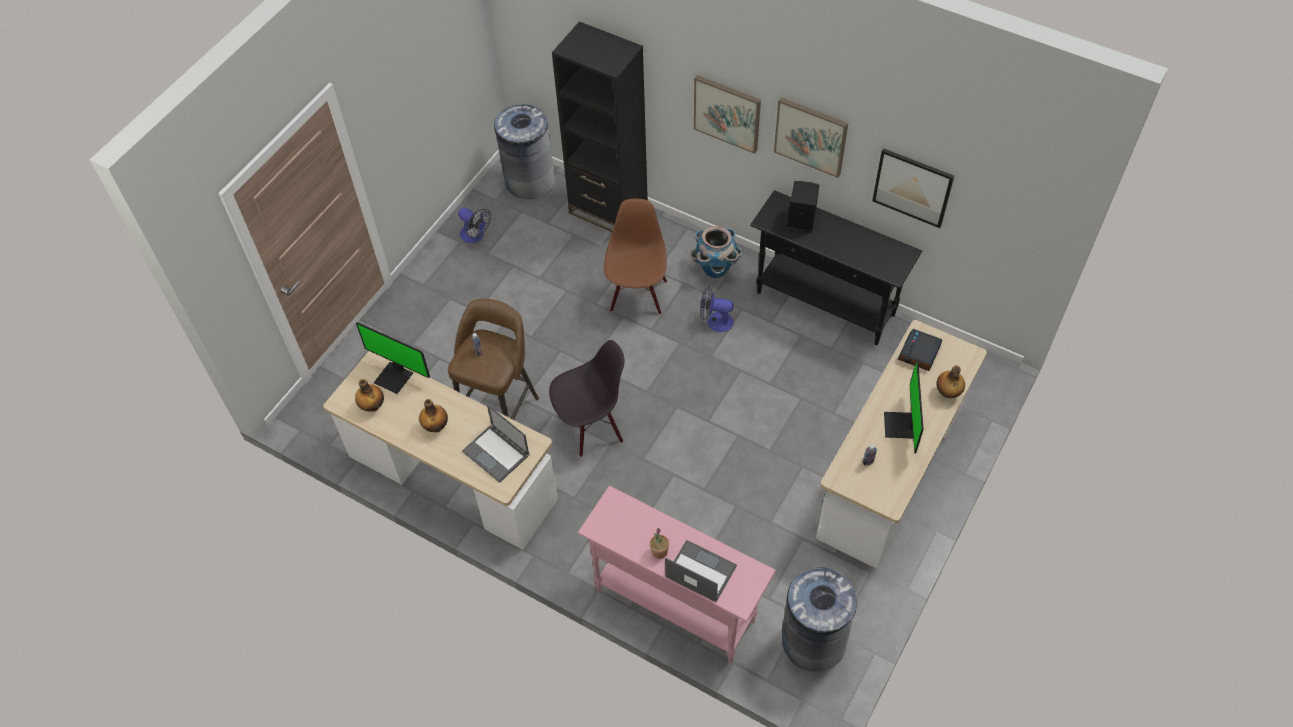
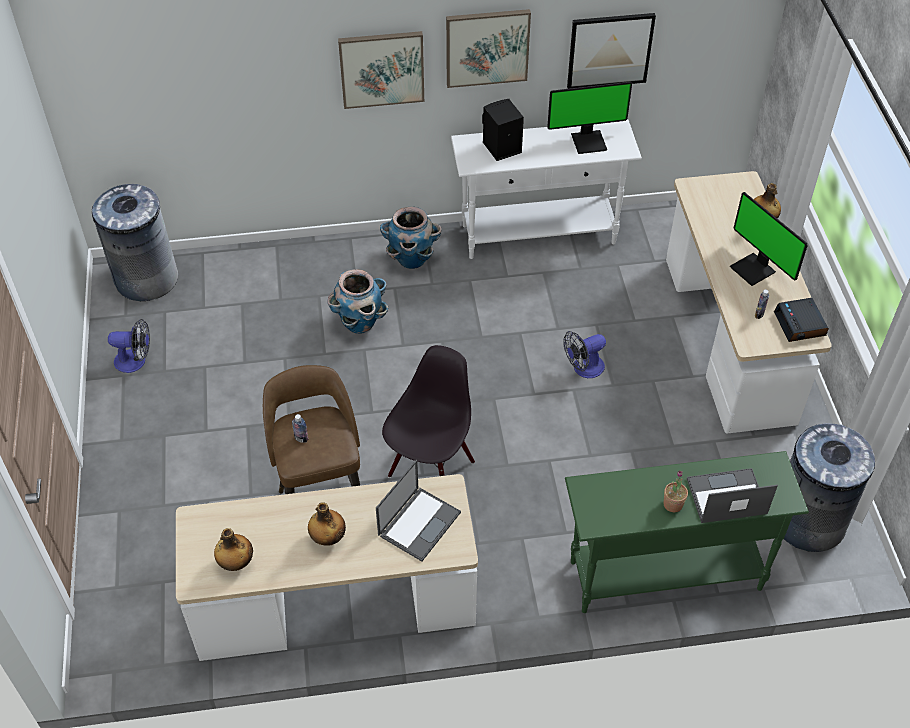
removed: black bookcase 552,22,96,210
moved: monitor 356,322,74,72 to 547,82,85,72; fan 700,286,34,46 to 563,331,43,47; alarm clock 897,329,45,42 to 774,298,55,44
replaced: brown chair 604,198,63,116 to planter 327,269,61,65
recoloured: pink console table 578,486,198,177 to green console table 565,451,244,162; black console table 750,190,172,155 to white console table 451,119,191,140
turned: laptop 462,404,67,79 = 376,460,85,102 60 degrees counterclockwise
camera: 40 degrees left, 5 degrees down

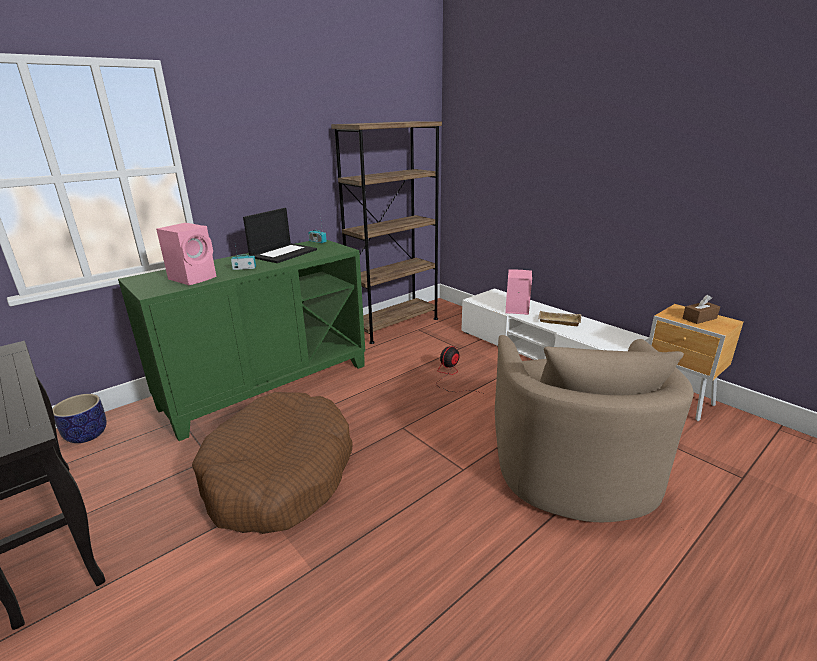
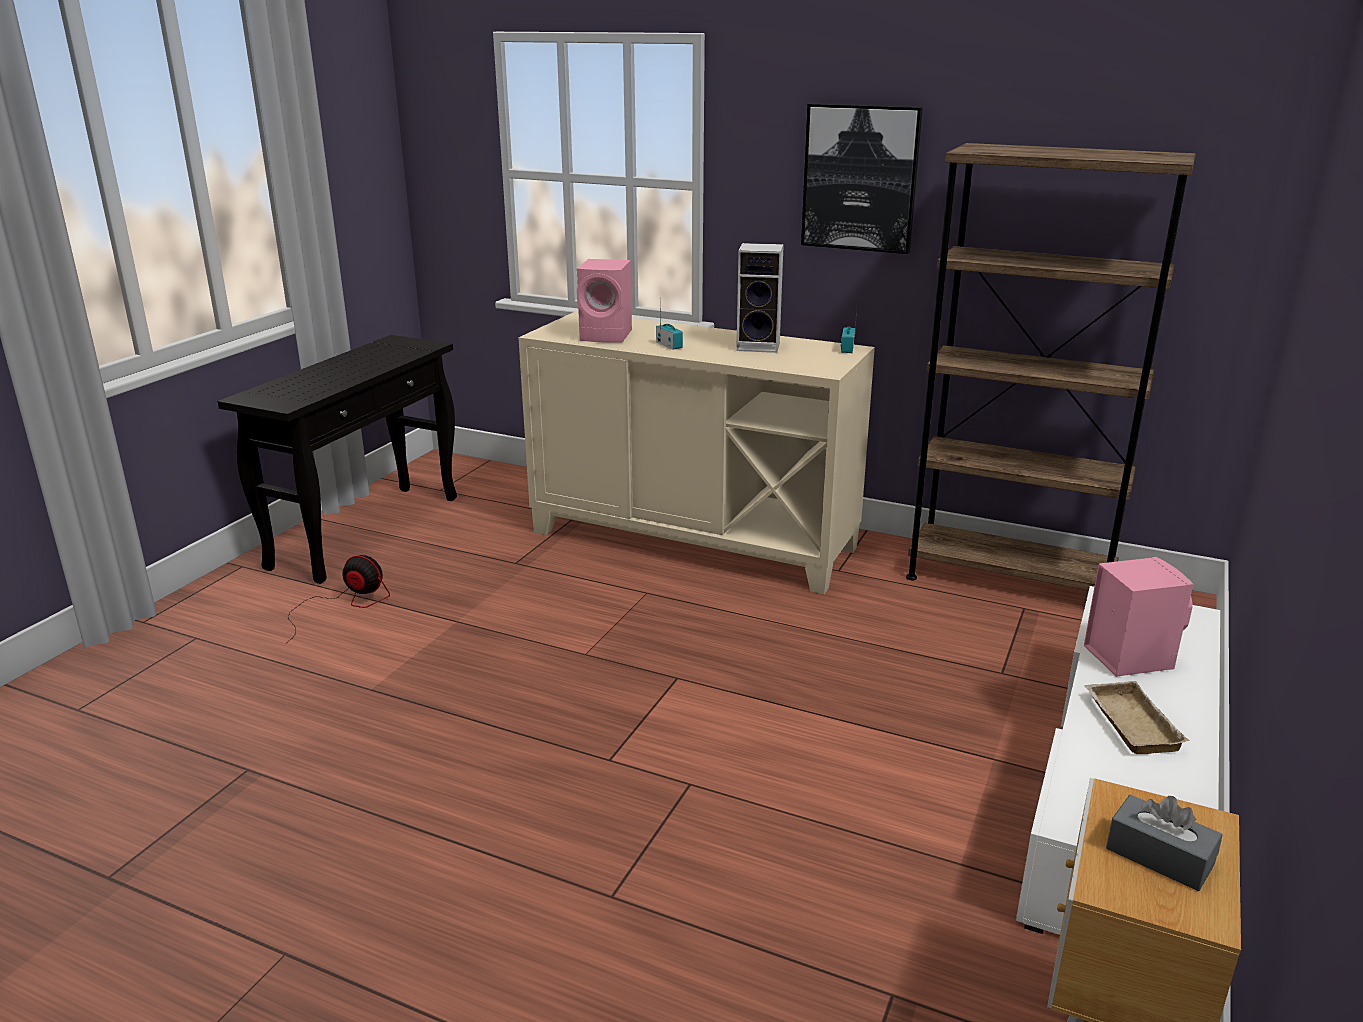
removed: planter 52,394,55,49; brown dog bed 192,392,161,142; beige armchair 495,335,199,187
added: picture 801,104,122,150
moved: fan 436,346,47,48 to 285,555,105,89
replaced: laptop 243,208,74,55 to speaker 736,243,48,110
recoloured: green cabinet 118,240,247,201 to beige cabinet 518,311,357,283; brown tissue box 683,295,37,29 to grey tissue box 1106,795,117,96
camera: 65 degrees right, 0 degrees up

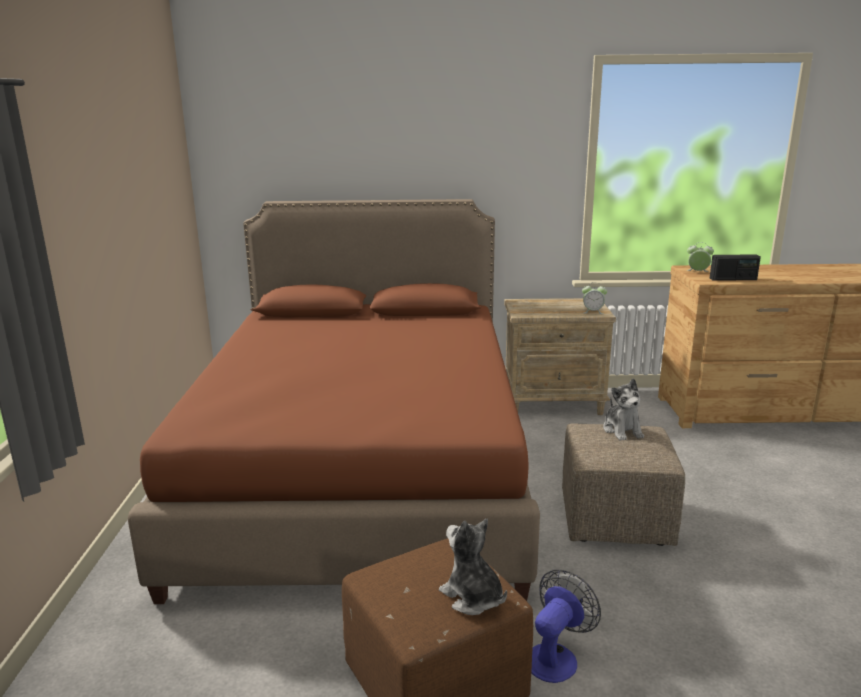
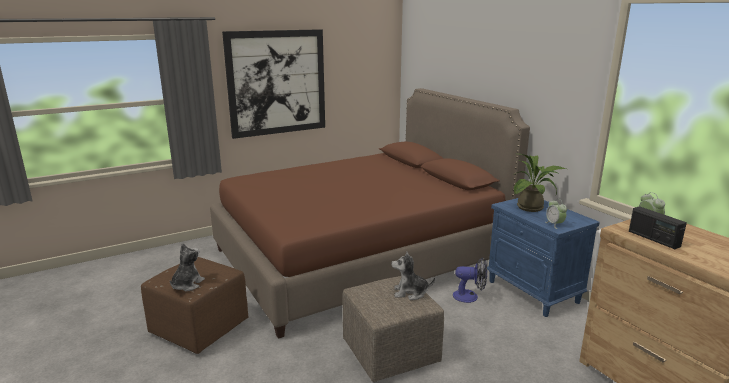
added: picture 222,29,103,110; potted plant 513,154,53,58
moved: fan 531,569,70,114 to 453,257,34,46
recoloured: beige nightstand 504,298,112,117 to blue nightstand 487,198,113,119
turned: plush toy 603,378,41,63 = 391,251,44,49 45 degrees clockwise
camera: 60 degrees right, 0 degrees up

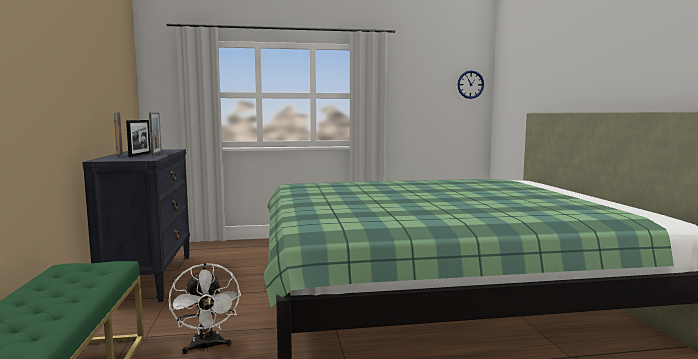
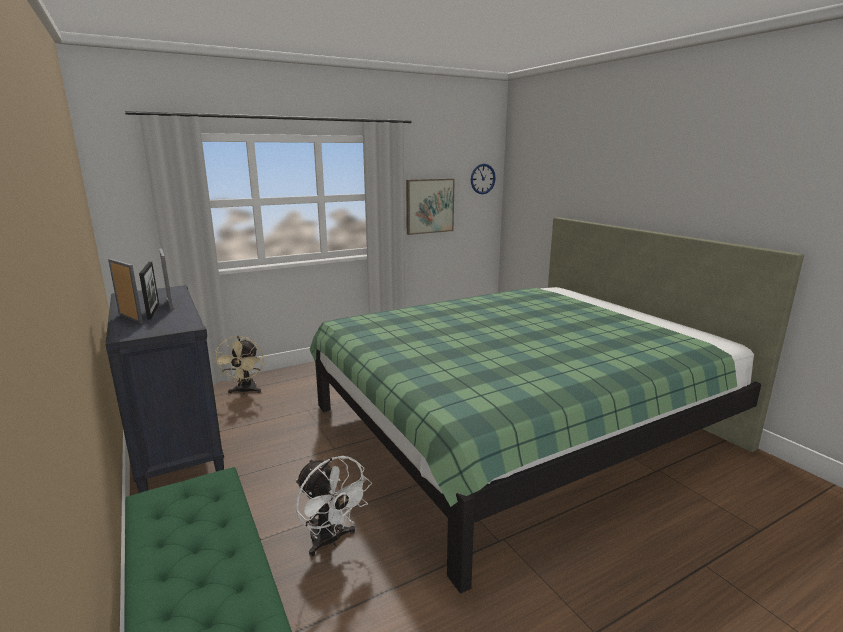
added: beige fan 213,336,51,58; picture 406,178,49,57
camera: 20 degrees left, 10 degrees up

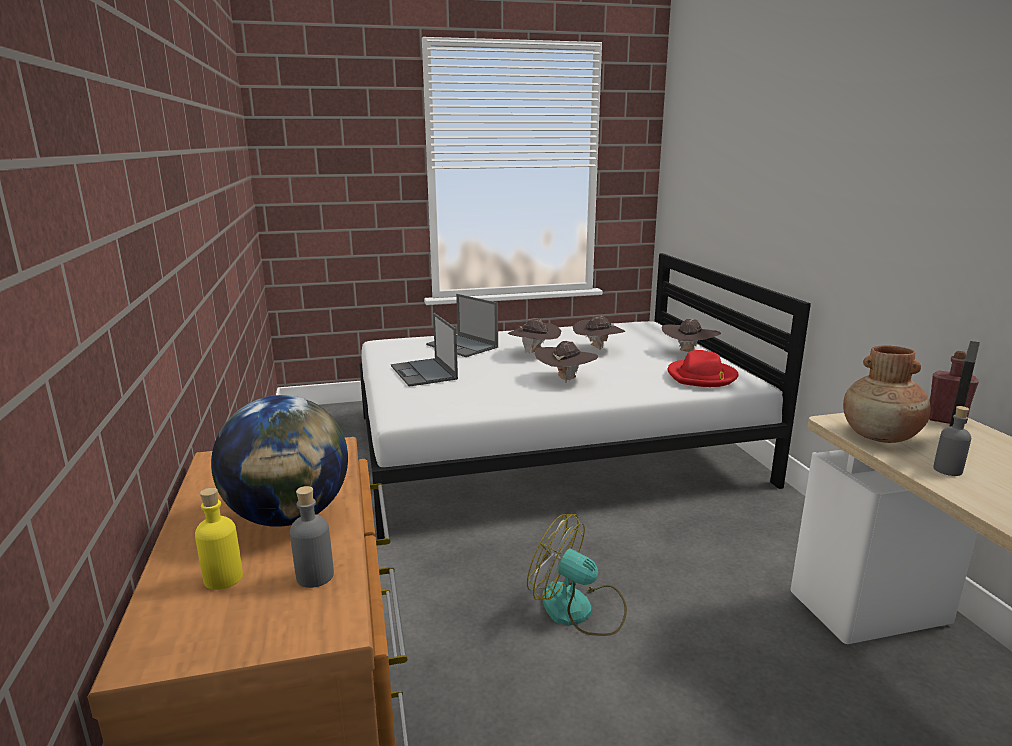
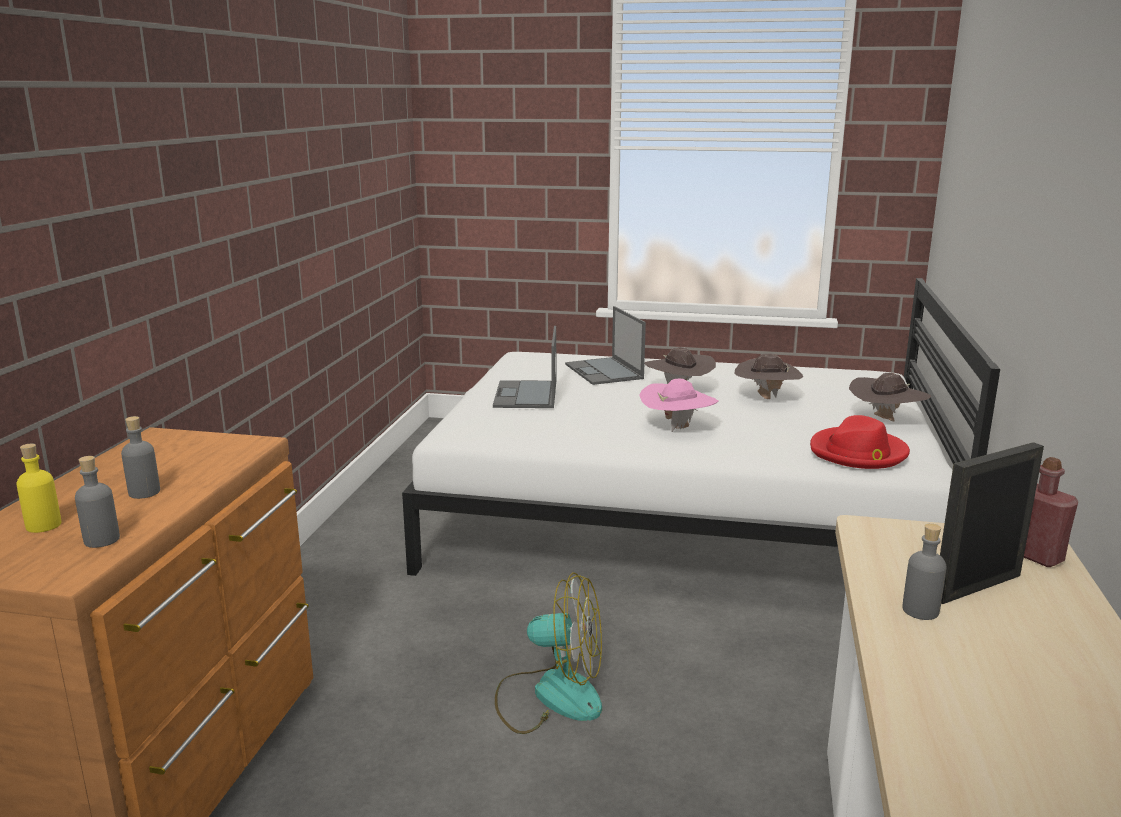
removed: brown vase 843,345,88,98
replaced: globe 211,395,137,132 to grey bottle 121,416,39,83
recoloured: brown hat 535,341,63,42 to pink hat 639,379,79,53
turned: fan 527,514,100,122 = 495,572,107,162 135 degrees clockwise
camera: 25 degrees right, 0 degrees up

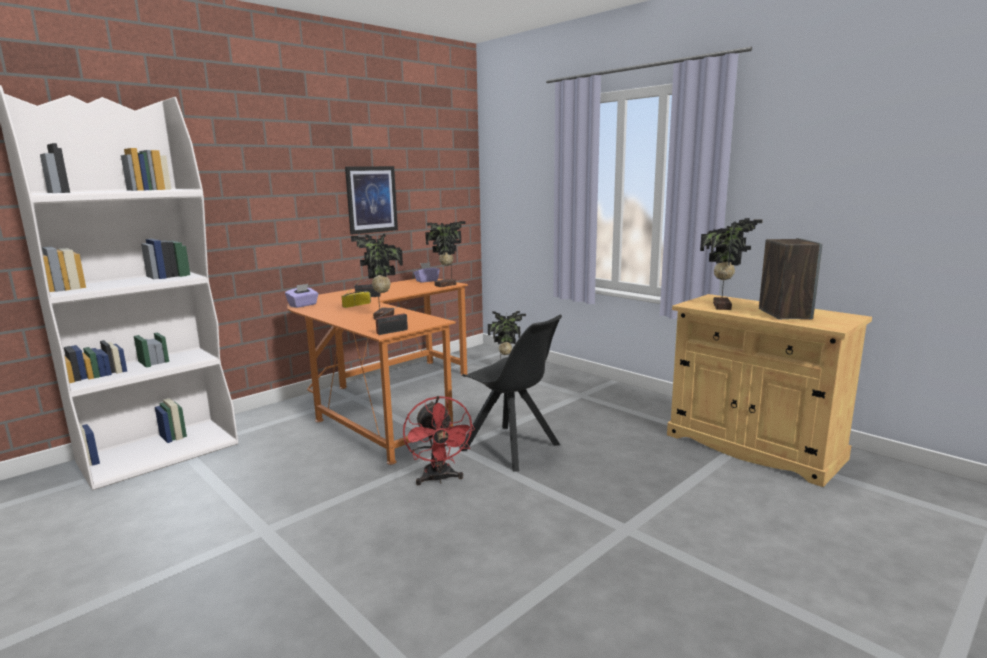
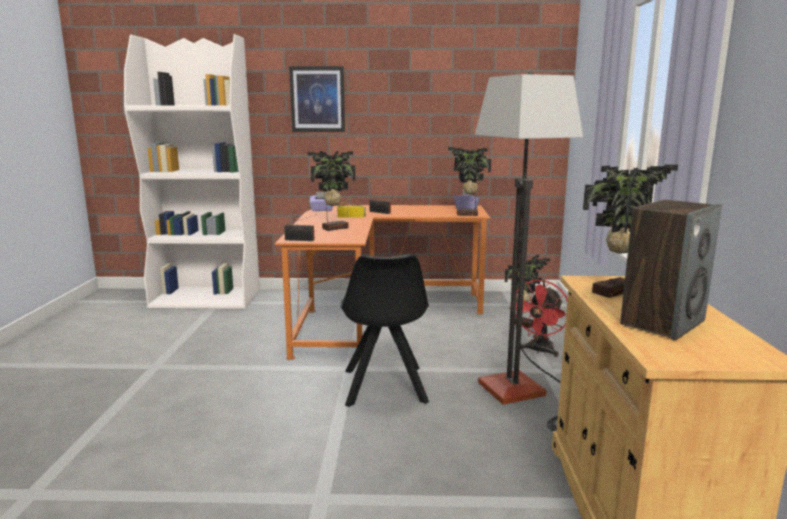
added: floor lamp 475,72,108,359
moved: picture 345,166,53,68 to 289,66,56,66; red fan 403,396,72,89 to 509,280,58,77
camera: 45 degrees right, 0 degrees up

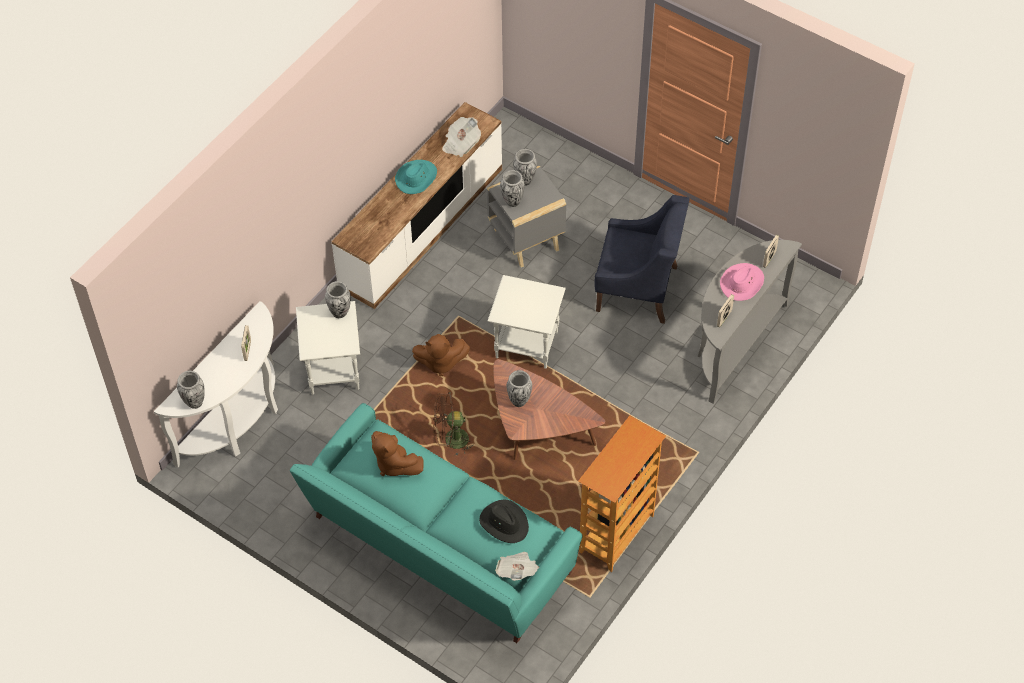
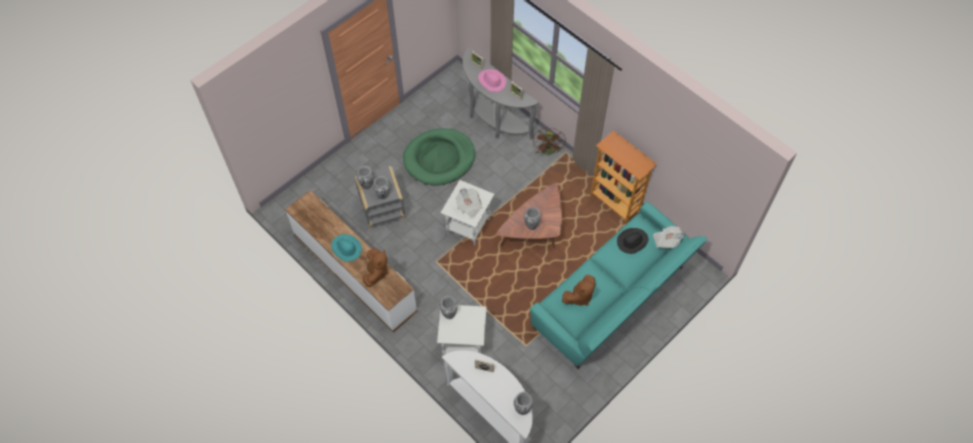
moved: brown plush toy 412,334,58,42 to 362,248,26,39; brown fan 433,392,40,64 to 533,128,33,27; newspaper 442,117,39,40 to 455,188,28,30
replaced: blue armchair 594,195,95,129 to green dog bed 403,128,72,58
camera: 80 degrees left, 5 degrees up

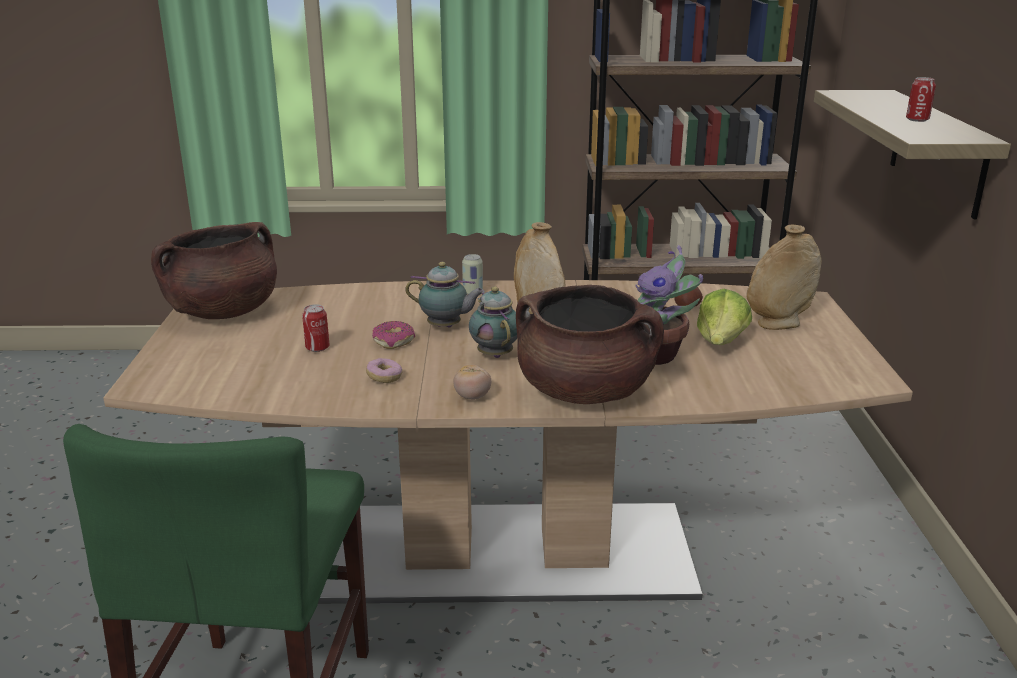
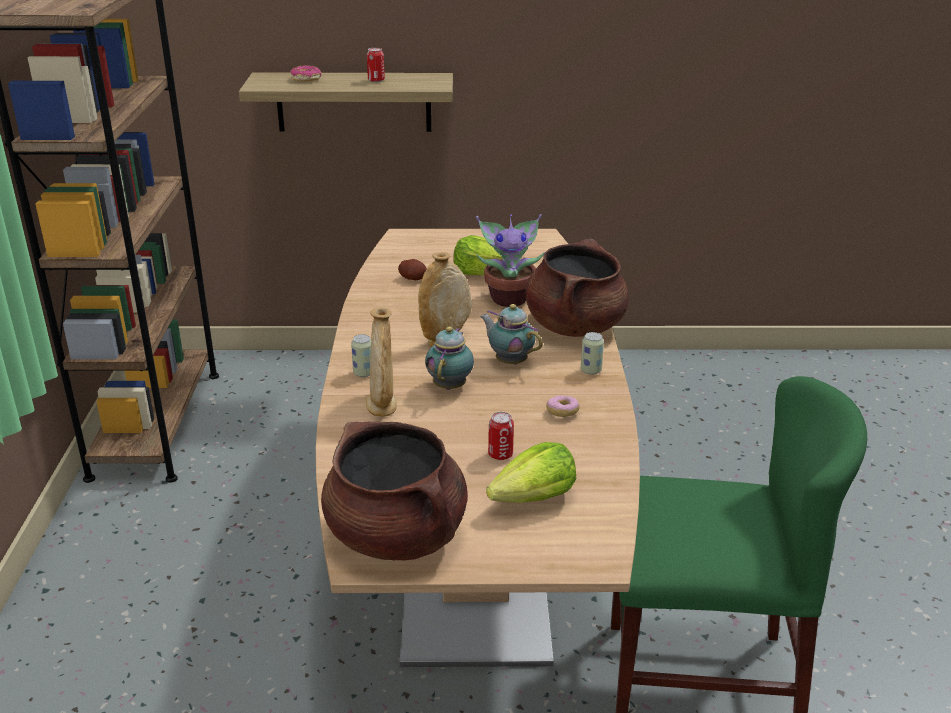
added: lettuce 486,442,90,61
moved: donut 372,321,43,28 to 290,65,31,17; beige vase 746,225,76,105 to 366,307,31,110
replaced: tomato 453,365,38,35 to can 581,332,23,43
turned: teapot 469,287,48,71 = 480,304,63,61 60 degrees clockwise
camera: 90 degrees left, 5 degrees up

